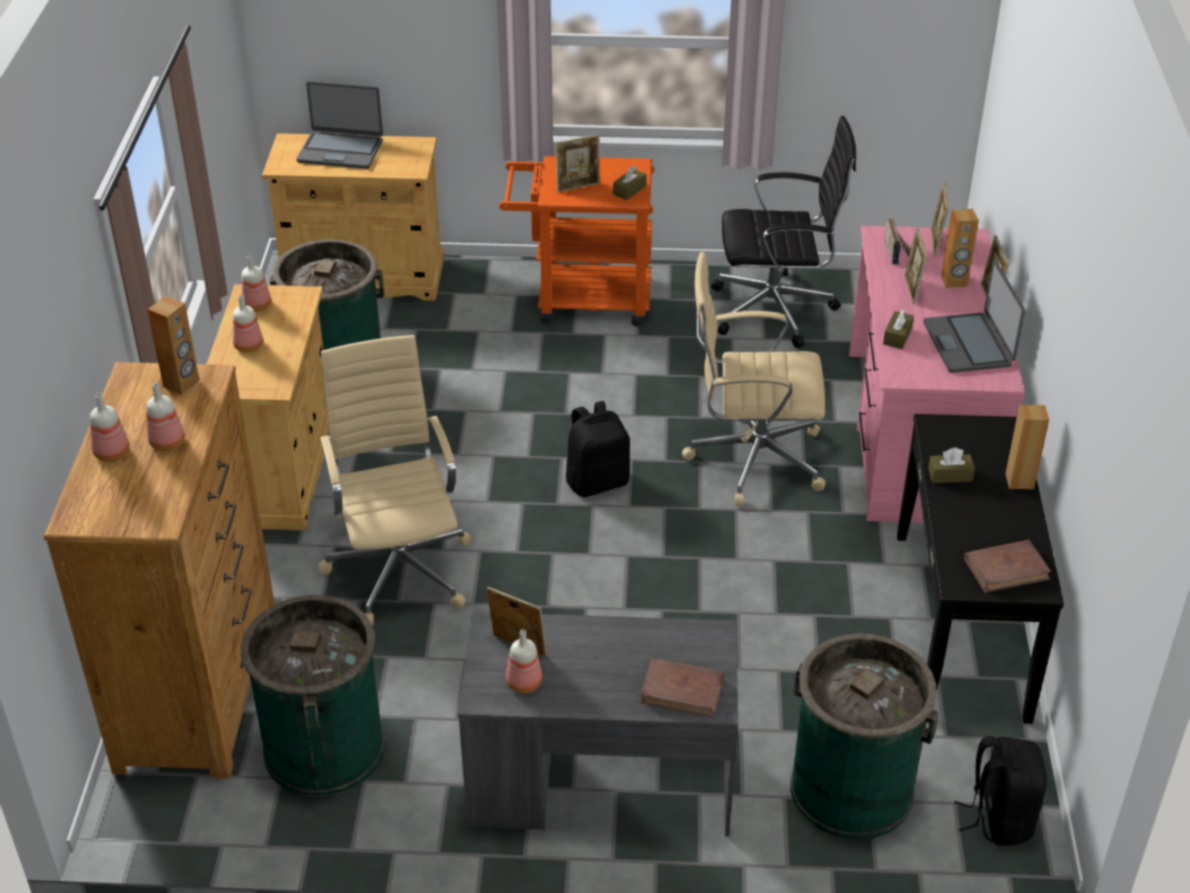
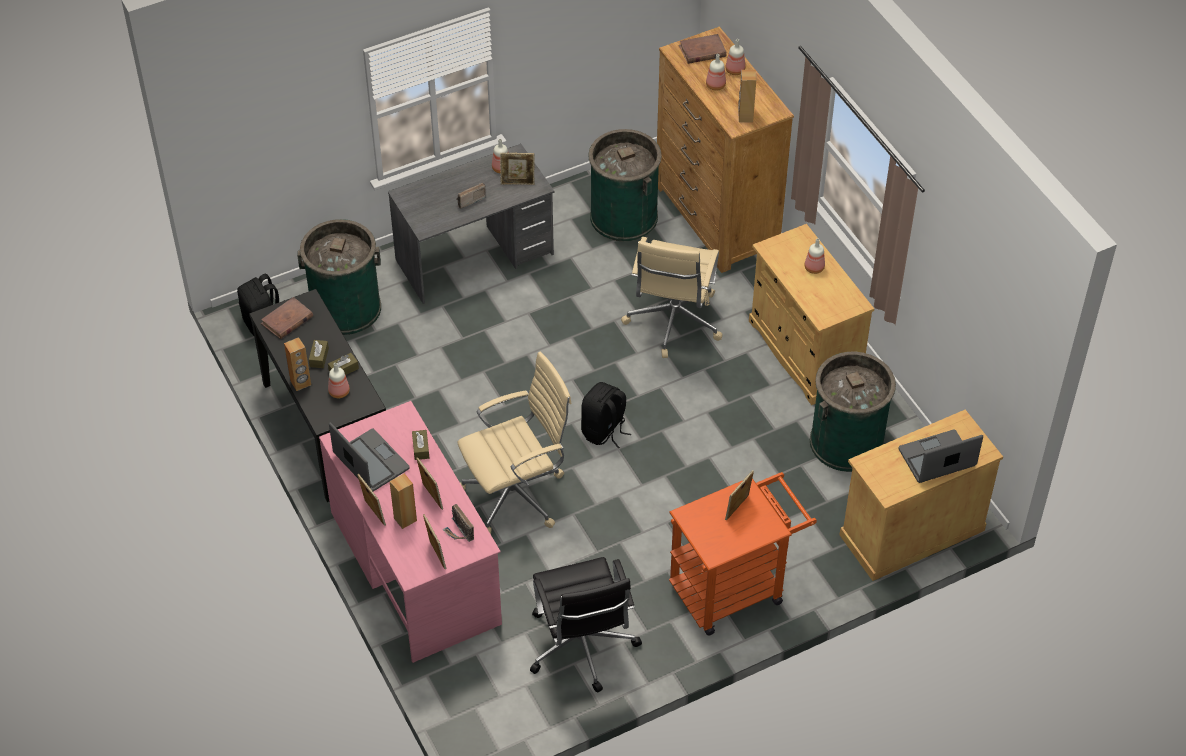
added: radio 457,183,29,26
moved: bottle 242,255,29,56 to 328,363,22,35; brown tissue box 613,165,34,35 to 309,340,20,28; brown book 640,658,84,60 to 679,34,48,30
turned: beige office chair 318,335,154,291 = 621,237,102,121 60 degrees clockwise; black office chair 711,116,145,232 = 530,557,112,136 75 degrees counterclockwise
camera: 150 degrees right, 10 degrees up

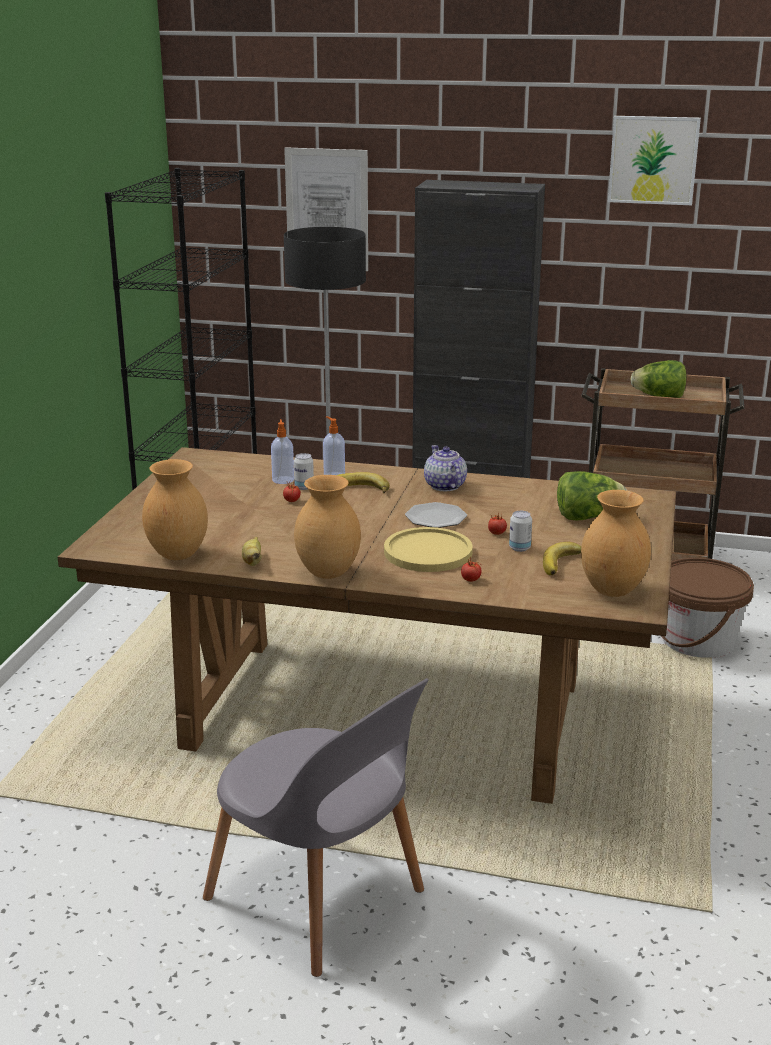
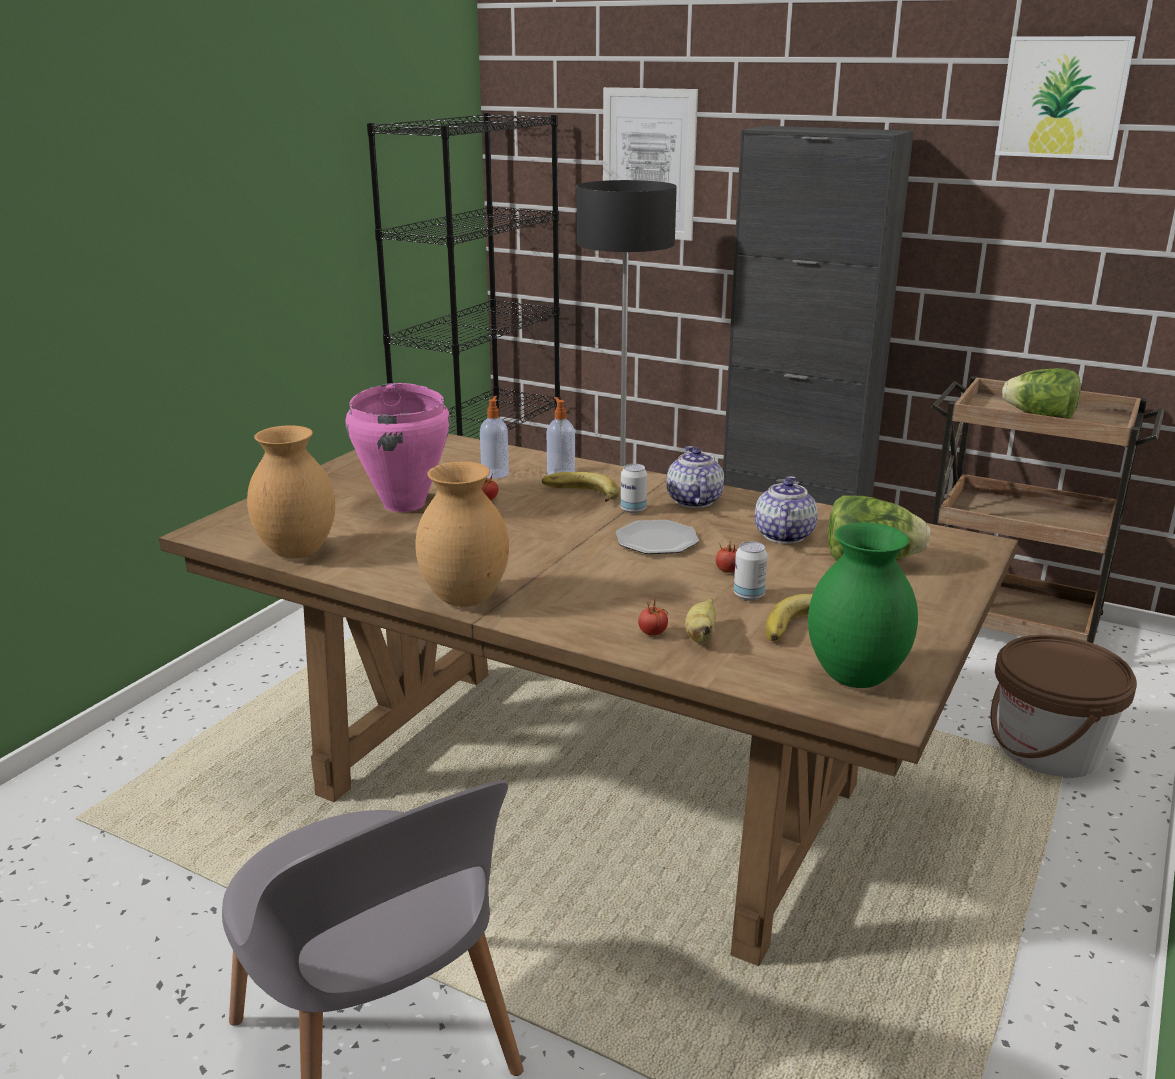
removed: yellow plate 384,527,89,45
added: pink cooking pot 345,383,106,129; teapot 755,476,63,68
moved: banana 242,537,20,29 to 685,598,31,46; can 294,453,20,37 to 620,464,27,50
recoloured: brown vase 581,490,70,107 to green vase 808,523,110,165
camera: 15 degrees right, 0 degrees up

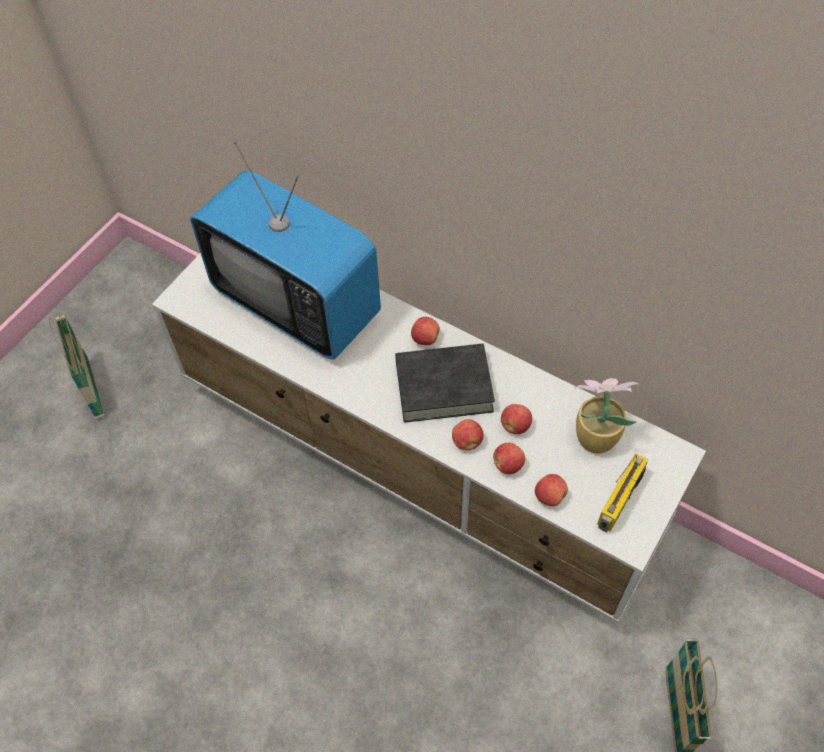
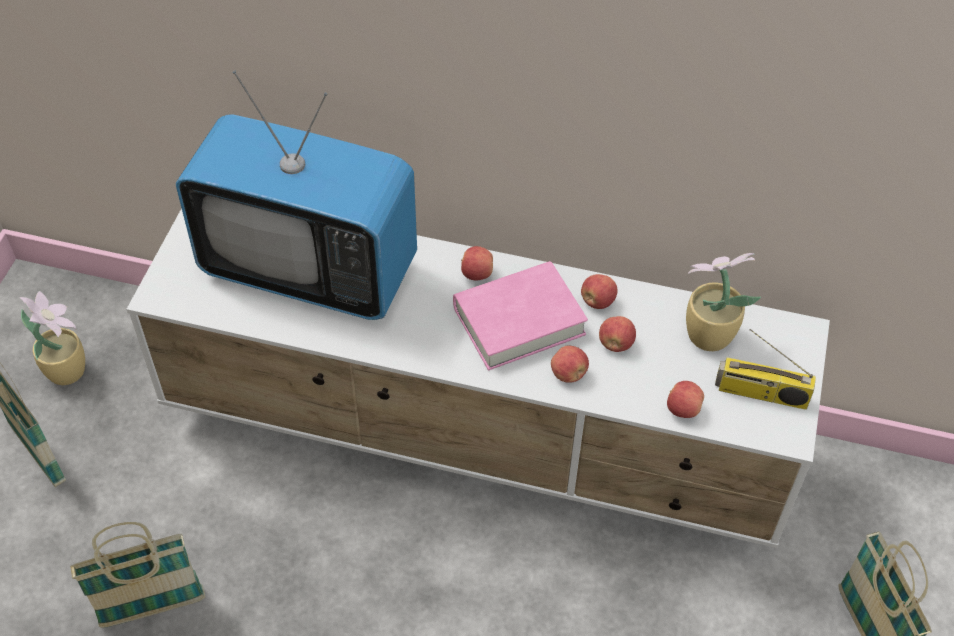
added: potted plant 20,291,65,94; basket 70,522,135,106
moved: apple 493,443,32,31 to 581,274,37,35
recoloured: black book 395,344,100,79 to pink book 453,261,135,109
turned: radio 597,453,51,79 = 715,329,101,81 90 degrees clockwise
camera: 20 degrees left, 5 degrees down

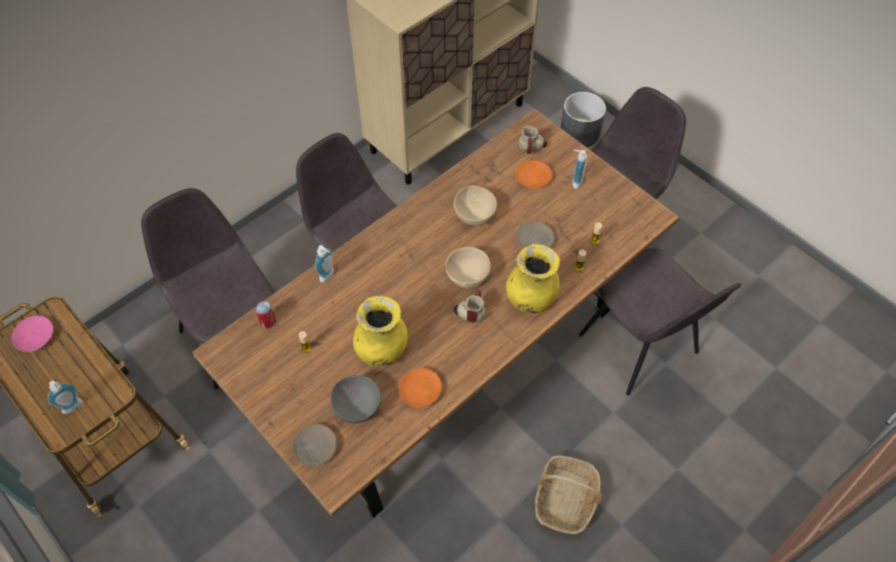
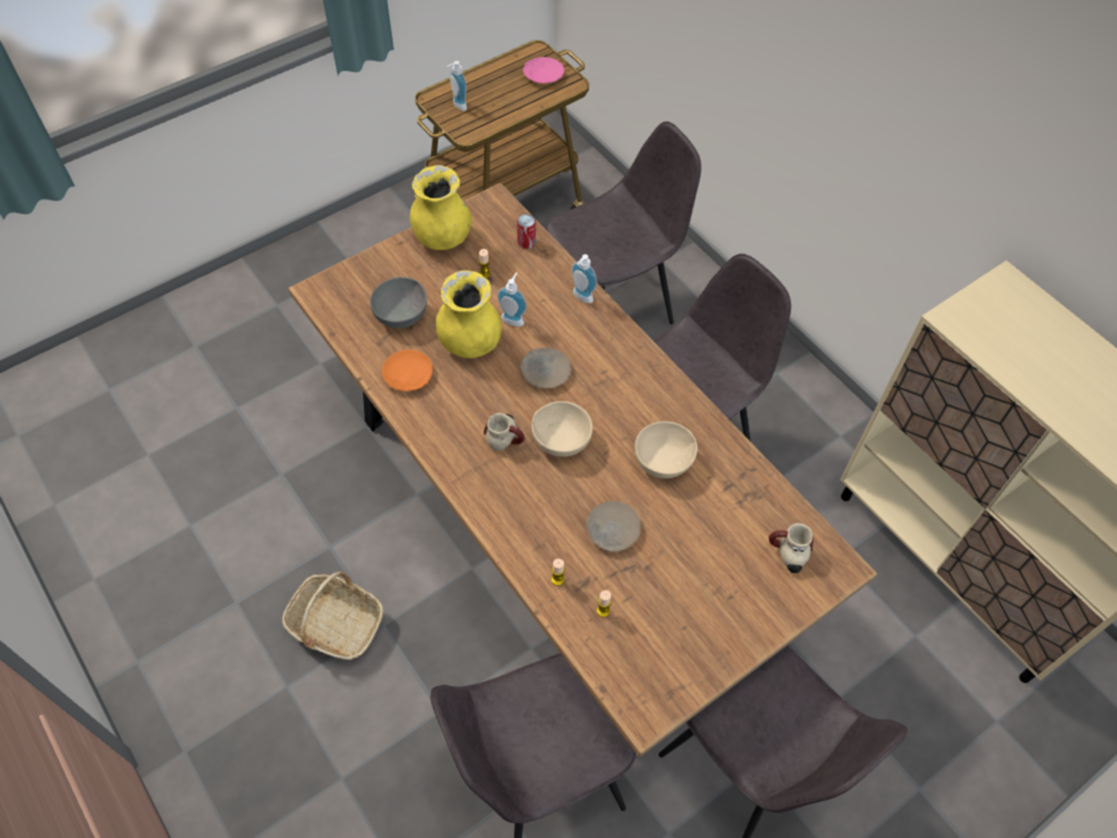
removed: orange plate 515,160,37,28; grey planter 561,92,45,55
moved: beige plate 293,424,44,43 to 520,348,52,40; yellow vase 506,244,54,69 to 410,165,63,85; soap dispenser 572,150,15,39 to 497,272,30,54
camera: 95 degrees right, 0 degrees up

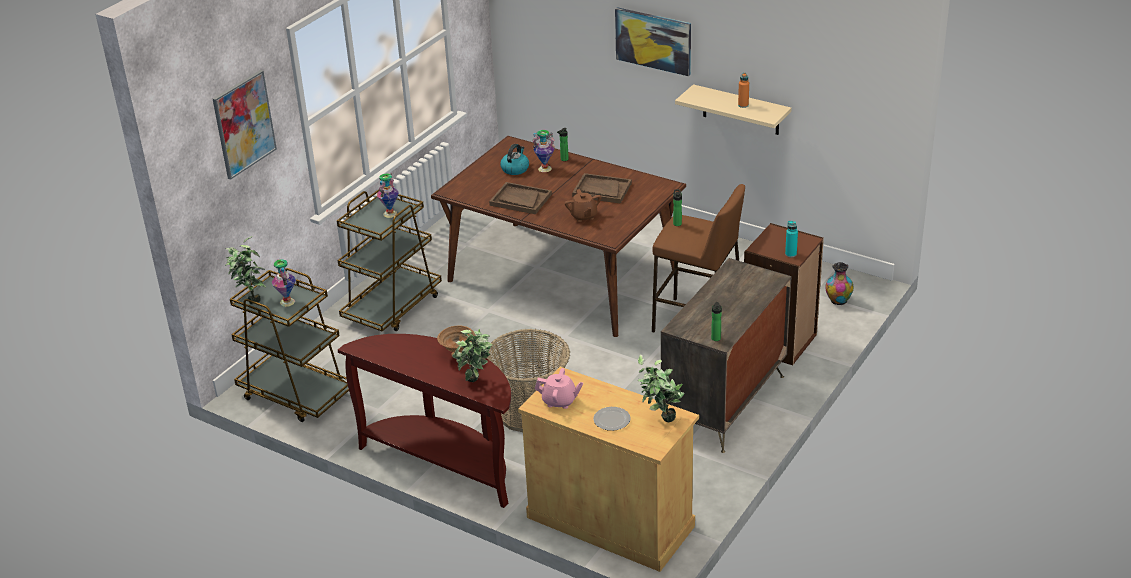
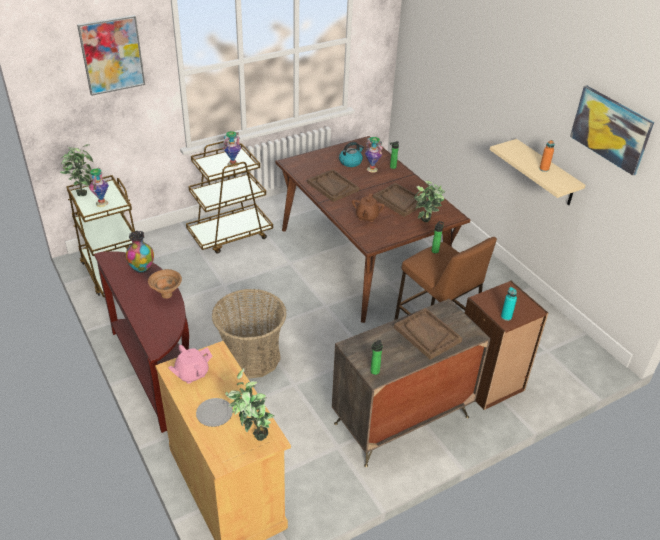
added: brown tray 394,308,68,52
moved: potted plant 452,329,40,53 to 414,181,31,41; picture 615,7,76,69 to 570,86,84,90; vase 825,262,28,43 to 126,231,28,42
turned: pink teapot 535,368,48,41 = 168,345,45,39 105 degrees clockwise
camera: 25 degrees right, 5 degrees up

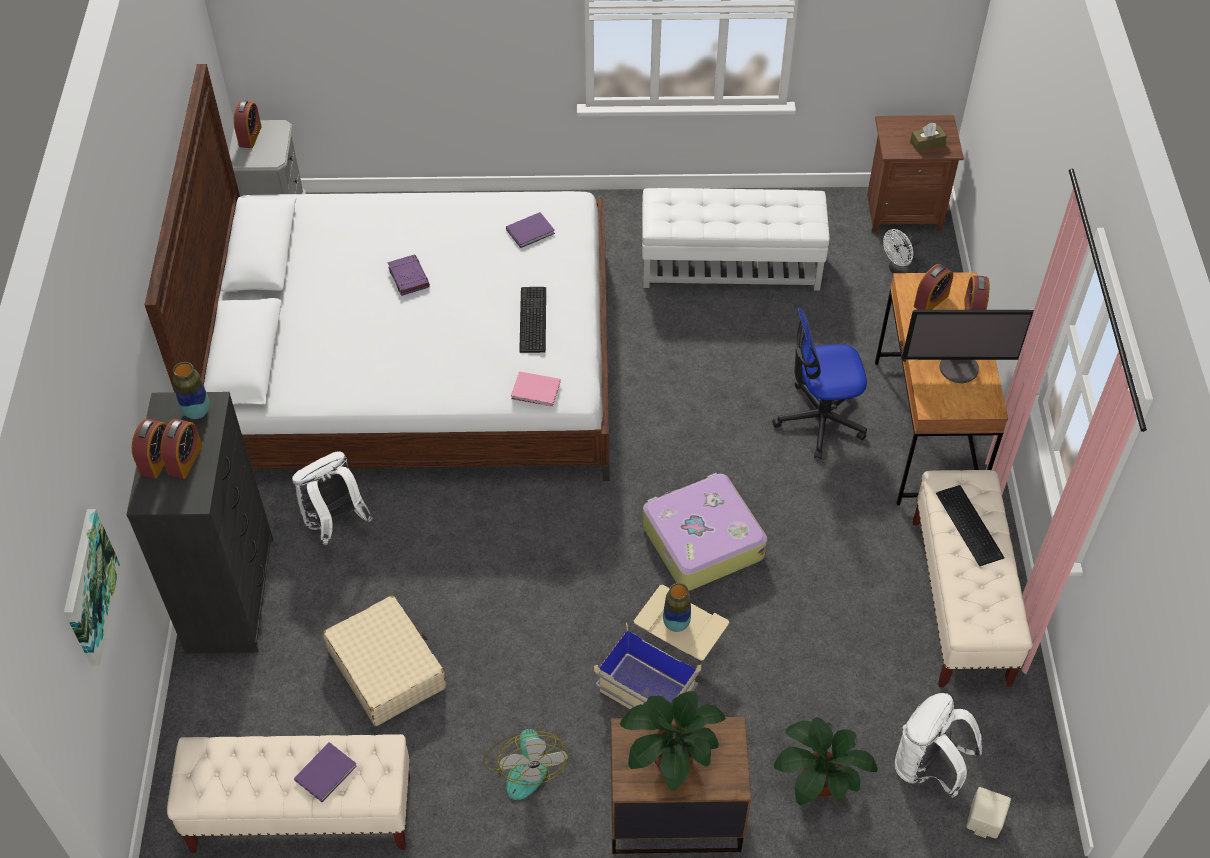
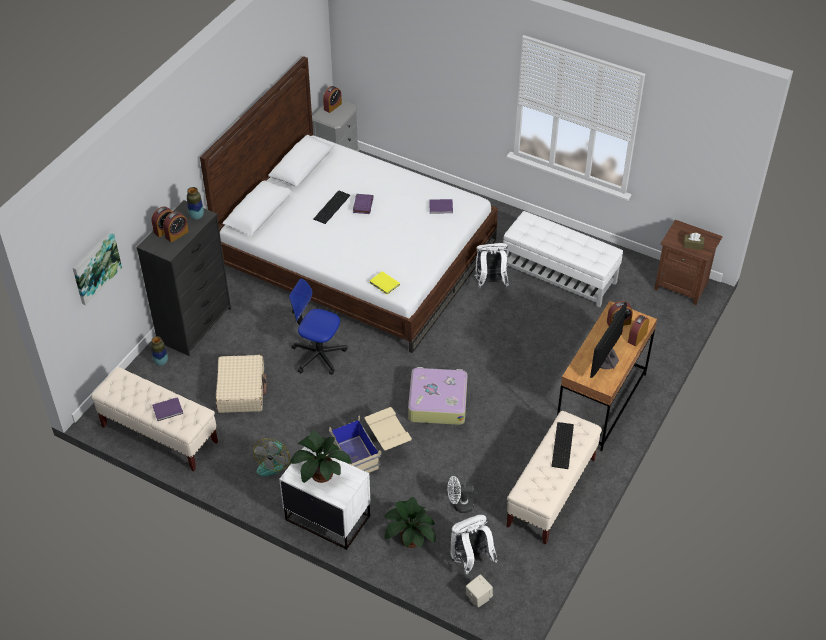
moved: white backpack 292,451,81,94 to 474,243,35,45; keyboard 519,287,27,66 to 313,191,37,33; vase 663,583,28,49 to 151,336,17,30; office chair 772,308,95,151 to 289,278,58,97; white fan 883,229,39,44 to 447,476,27,37
recoloured: pink book 511,371,50,36 to yellow book 370,271,30,24; brown nightstand 611,717,140,137 to white nightstand 279,446,92,104
turned: monitor 902,310,132,73 = 590,301,37,77 90 degrees clockwise
camera: 30 degrees right, 5 degrees down

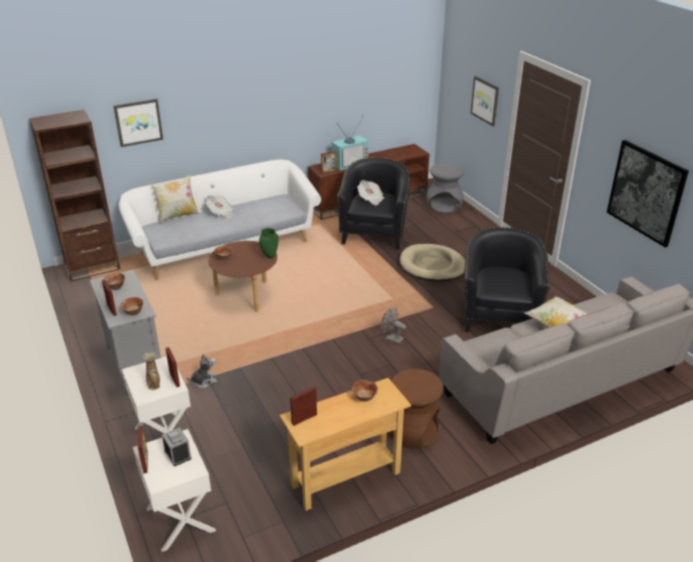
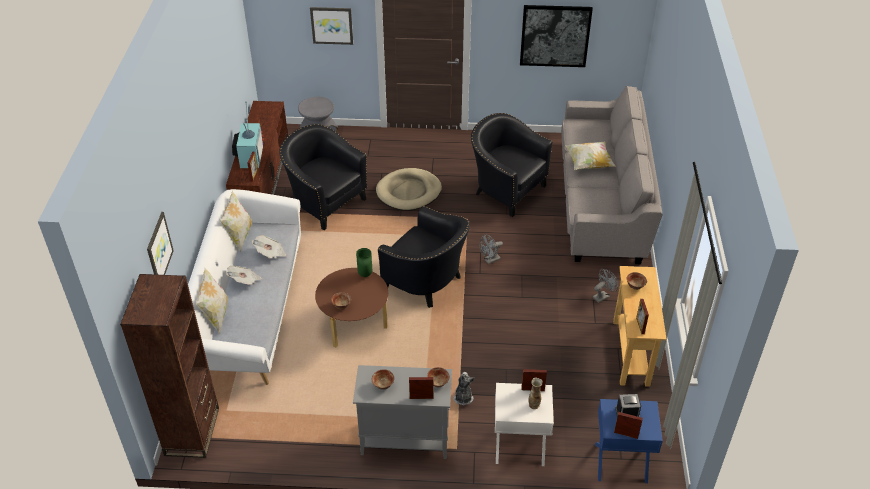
added: pillow 220,191,32,62; black armchair 378,206,92,102
moved: newspaper 357,180,27,25 to 252,235,35,23
replaced: brown stool 389,369,55,80 to grey fan 593,269,25,34
recoloured: white nightstand 133,429,83,123 to blue nightstand 595,399,68,84
camera: 60 degrees left, 10 degrees up

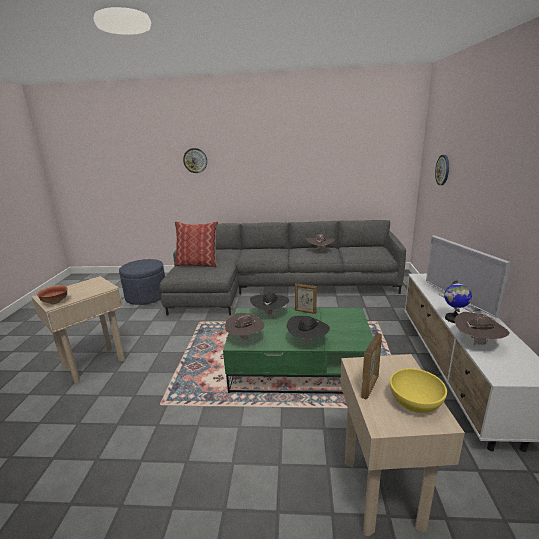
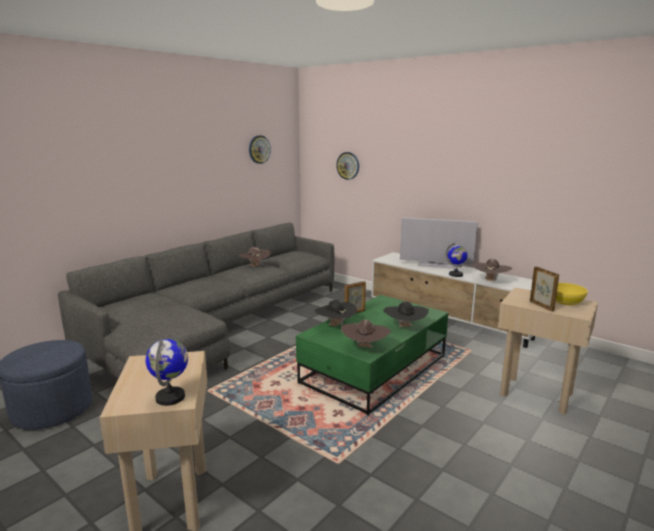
removed: pillow 174,221,44,47
moved: wall clock 183,148,24,25 to 249,135,22,29
replaced: bowl 37,285,31,19 to globe 146,339,42,67
camera: 55 degrees left, 5 degrees down

